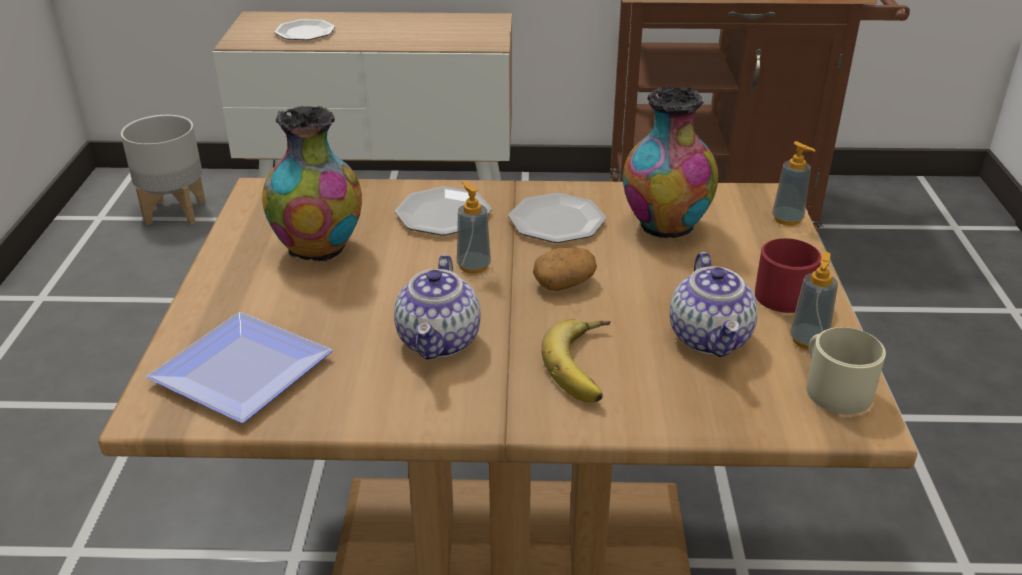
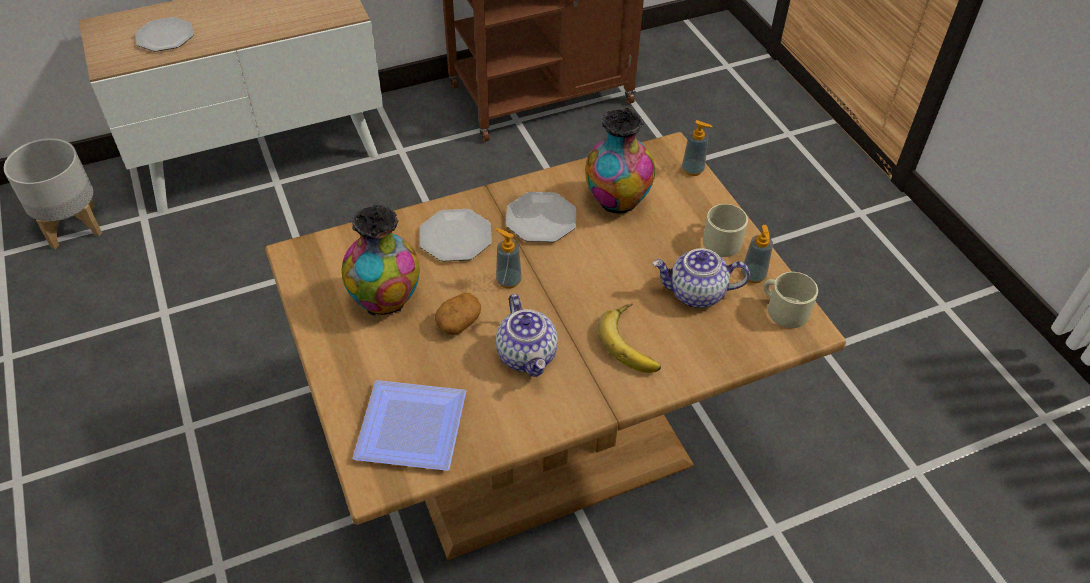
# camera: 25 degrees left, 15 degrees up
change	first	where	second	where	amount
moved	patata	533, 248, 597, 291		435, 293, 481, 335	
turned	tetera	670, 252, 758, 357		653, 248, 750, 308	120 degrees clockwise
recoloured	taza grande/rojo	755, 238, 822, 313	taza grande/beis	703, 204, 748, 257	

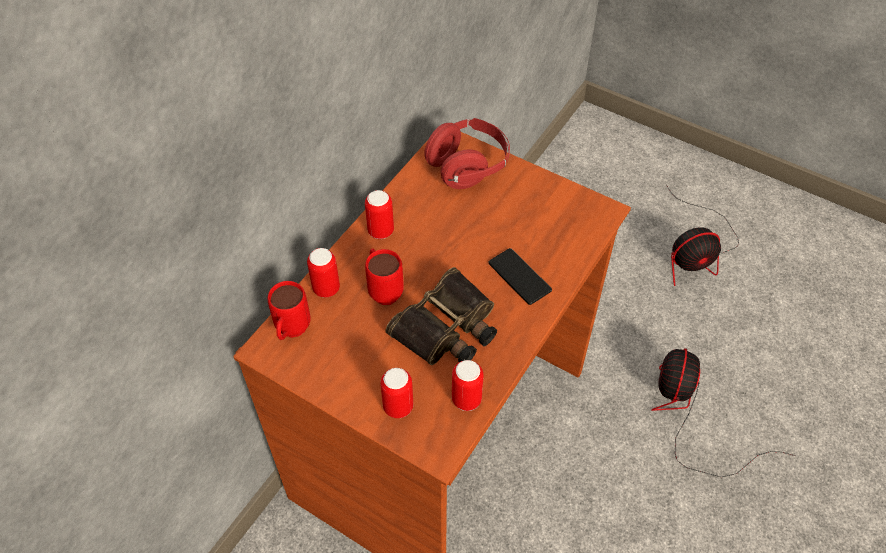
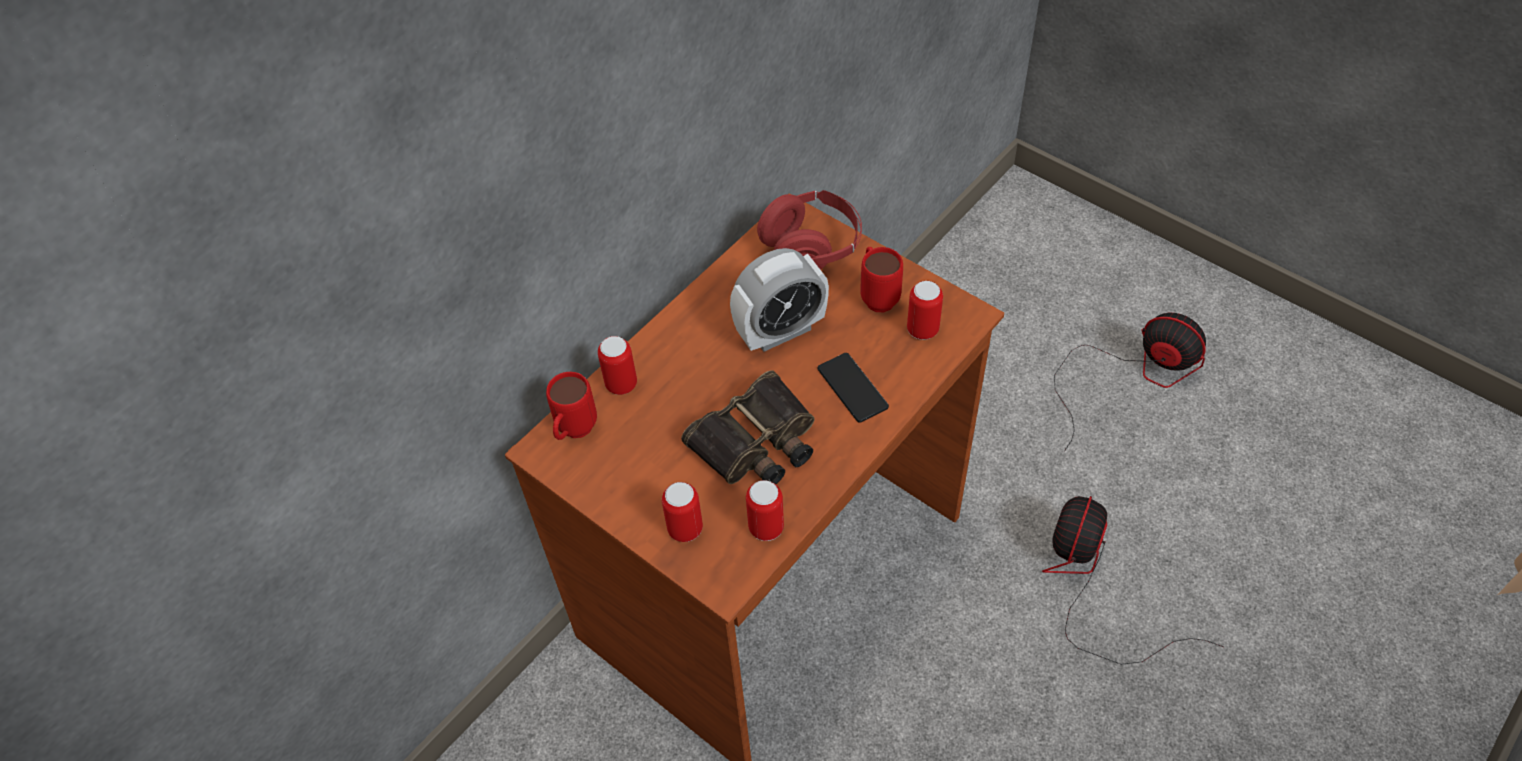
# camera: 10 degrees right, 0 degrees up
change	first	where	second	where	amount
added			despertador	730, 248, 829, 352	
moved	taza grande/rojo	365, 248, 404, 305		860, 247, 903, 312	
moved	lata	365, 190, 394, 239		907, 281, 943, 340	
turned	ventilador	666, 185, 739, 286		1054, 313, 1206, 452	135 degrees counterclockwise

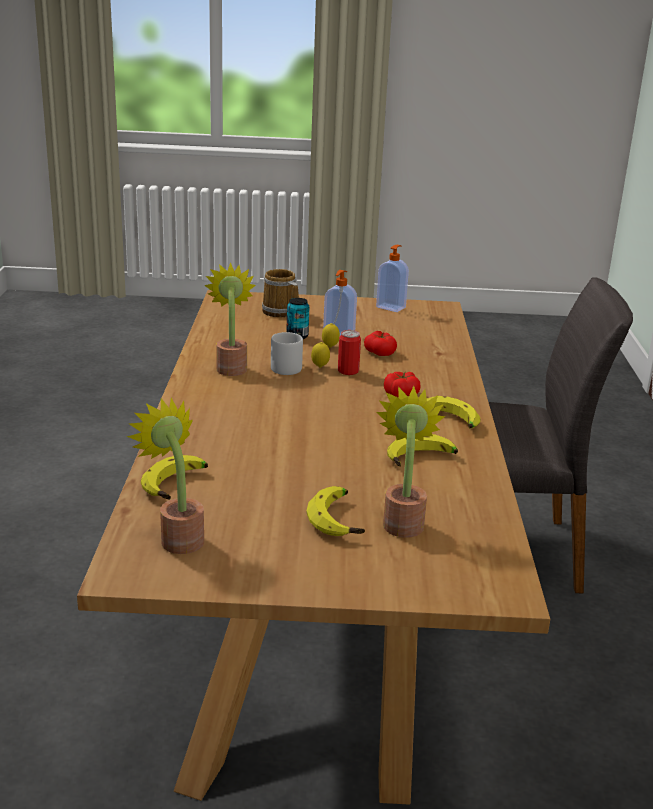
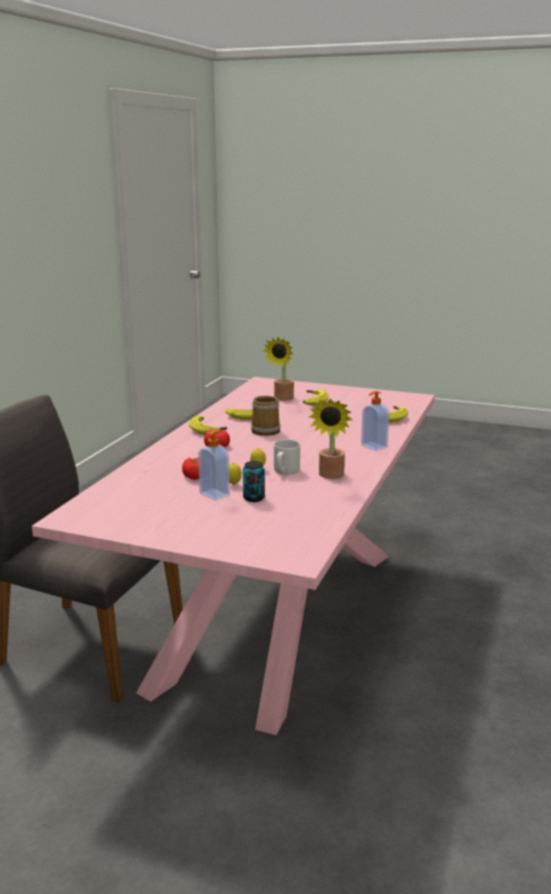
# camera: 160 degrees left, 5 degrees down
change	first	where	second	where	amount
recoloured	mesa de comedor/marrón	77, 290, 550, 805	mesa de comedor/rosa	32, 377, 435, 735	
moved	taza grande	262, 269, 299, 317		251, 396, 280, 436	
moved	dispensador de jabón	376, 245, 409, 312		361, 391, 389, 451	
removed	planta en maceta	127, 398, 204, 554			
removed	lata	338, 330, 361, 375			

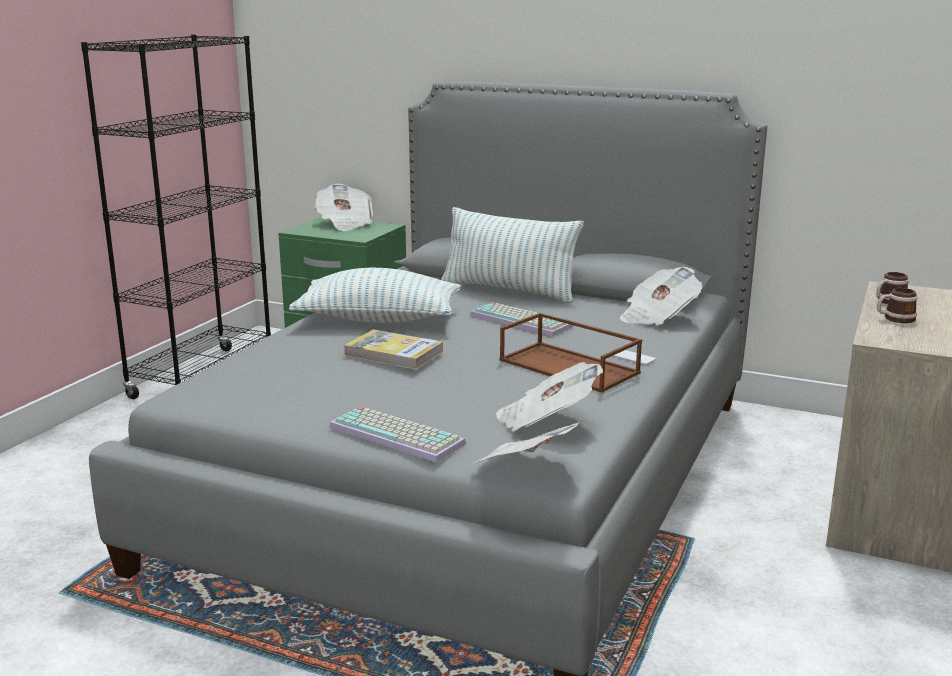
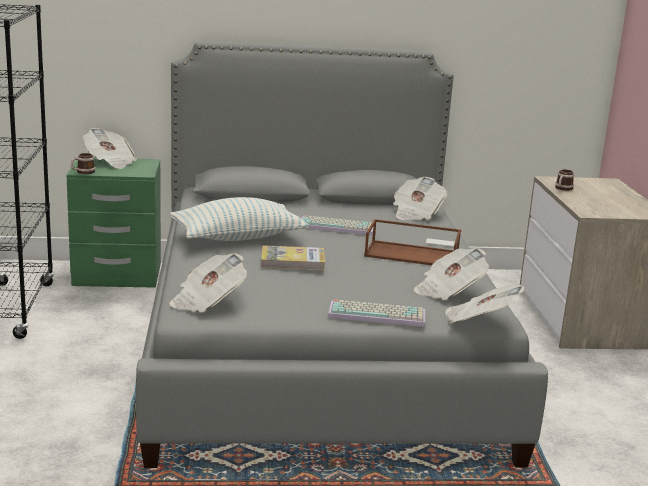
# camera: 30 degrees left, 0 degrees up
change	first	where	second	where	amount
moved	taza grande	877, 288, 918, 323		71, 153, 95, 174	
added			periódico	169, 253, 247, 313	
removed	cojín	441, 207, 584, 303			

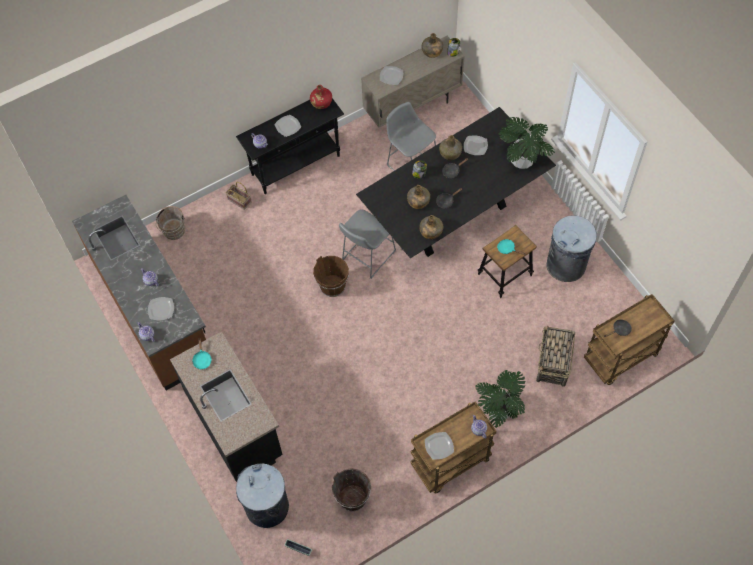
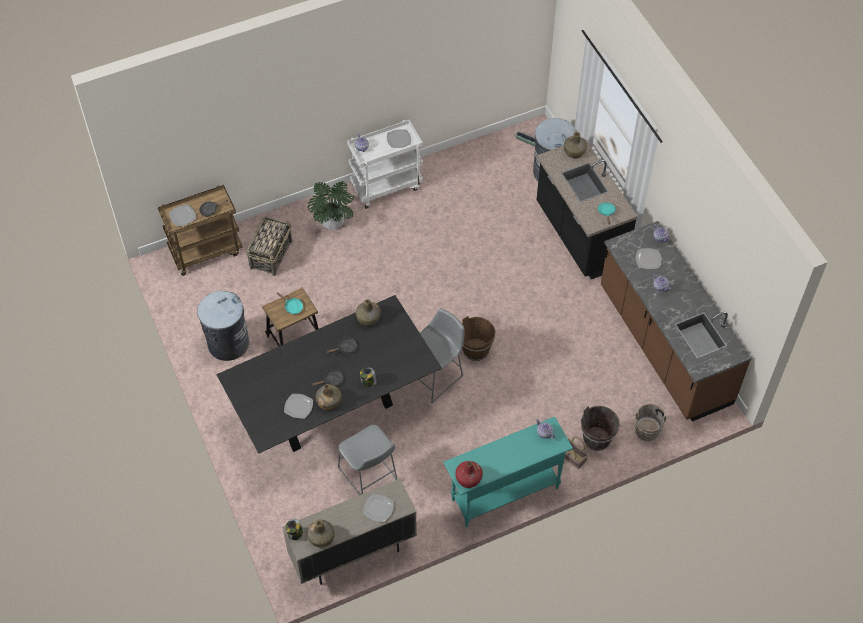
# camera: 175 degrees left, 5 degrees down
change	first	where	second	where	amount
moved	plato	274, 115, 301, 137		169, 204, 196, 227	
recoloured	carrito/marrón	410, 401, 497, 493	carrito/blanco	347, 120, 423, 209	
recoloured	mesa consola/negro	236, 98, 344, 194	mesa consola/turquesa	443, 417, 573, 527	
moved	botella/verde	407, 185, 430, 209		564, 132, 587, 158	
moved	cubo/marrón	332, 468, 371, 511		581, 406, 620, 451	
removed	planta en maceta	498, 117, 555, 169			

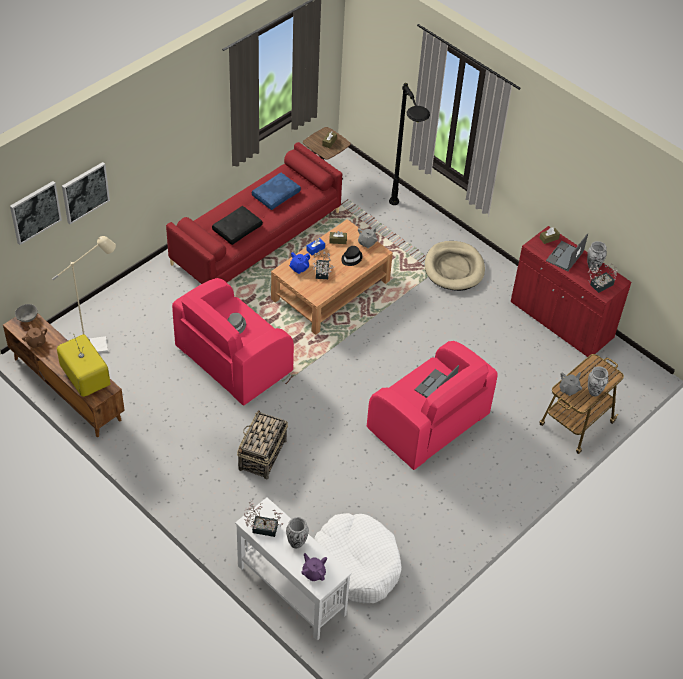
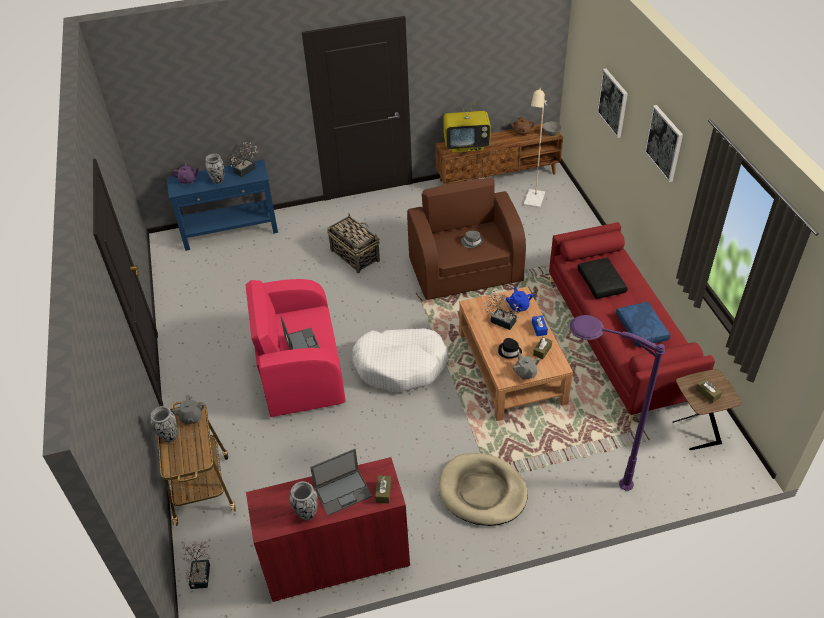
# camera: 125 degrees right, 5 degrees down
change	first	where	second	where	amount
recoloured	mesa consola/blanco	235, 498, 352, 641	mesa consola/azul	167, 160, 278, 251	
moved	planta en maceta	588, 263, 618, 293		180, 541, 210, 589	
turned	portátil	546, 233, 588, 272		310, 449, 372, 515	90 degrees clockwise
moved	cama para perro/blanco	314, 513, 402, 603		353, 328, 448, 392	
recoloured	sillón/rosa	172, 278, 294, 406	sillón/marrón	407, 178, 526, 300	
recoloured	lámpara de pie/negro	389, 83, 430, 205	lámpara de pie/morado	570, 315, 665, 491	
moved	cuadro	10, 181, 62, 245		644, 105, 683, 182	

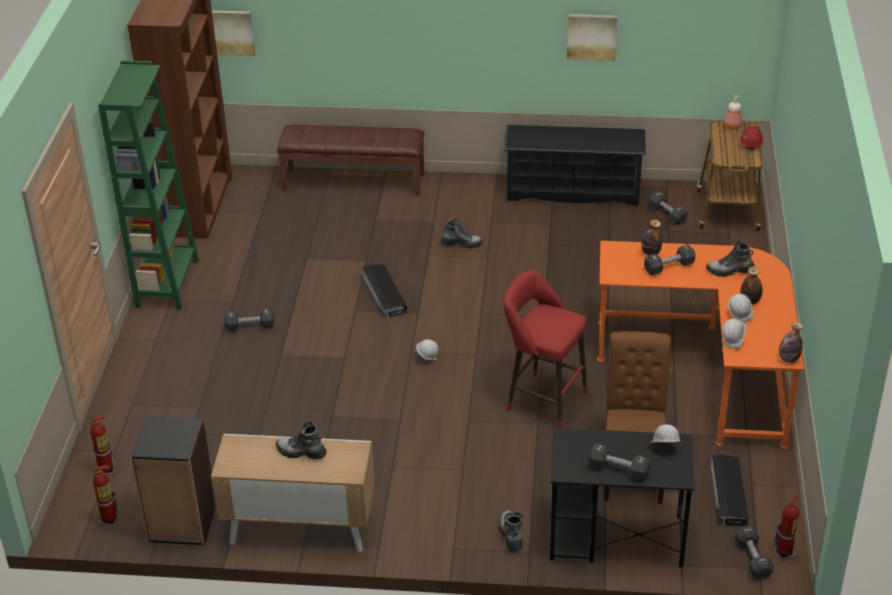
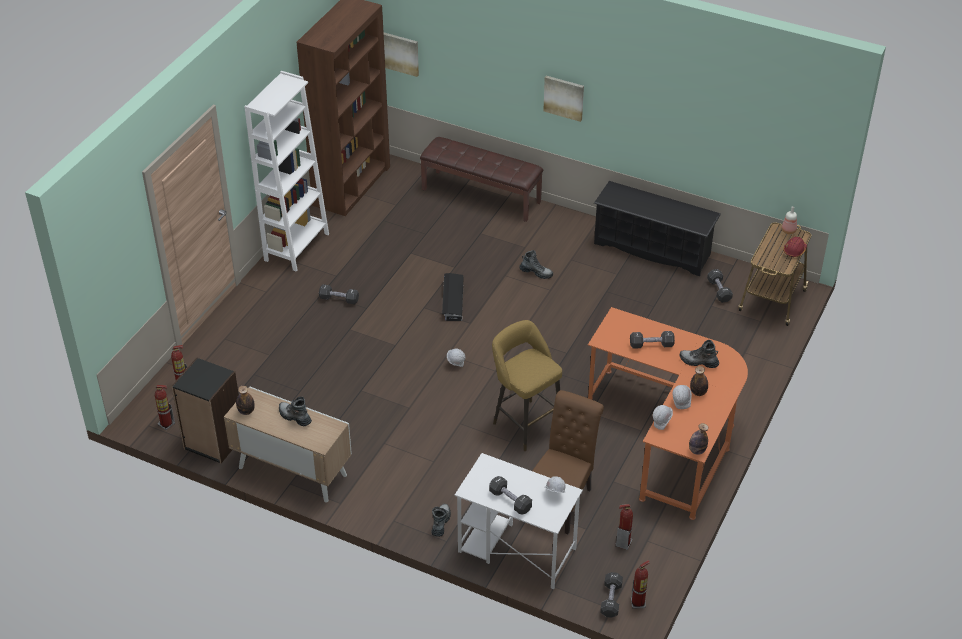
# camera: 20 degrees right, 5 degrees up
change	first	where	second	where	amount
moved	botella	641, 220, 662, 256		236, 386, 255, 415	
recoloured	estantería/verde	98, 60, 199, 310	estantería/blanco	244, 71, 329, 272	
recoloured	escritorio/negro	550, 428, 695, 568	escritorio/blanco	455, 453, 583, 589	
recoloured	taburete/rojo	503, 270, 587, 428	taburete/amarillo	492, 320, 562, 451	
moved	cuadro	567, 14, 617, 61		543, 76, 584, 122	
replaced	caja de almacenaje/negro	710, 454, 748, 526	extintor	616, 504, 633, 550	

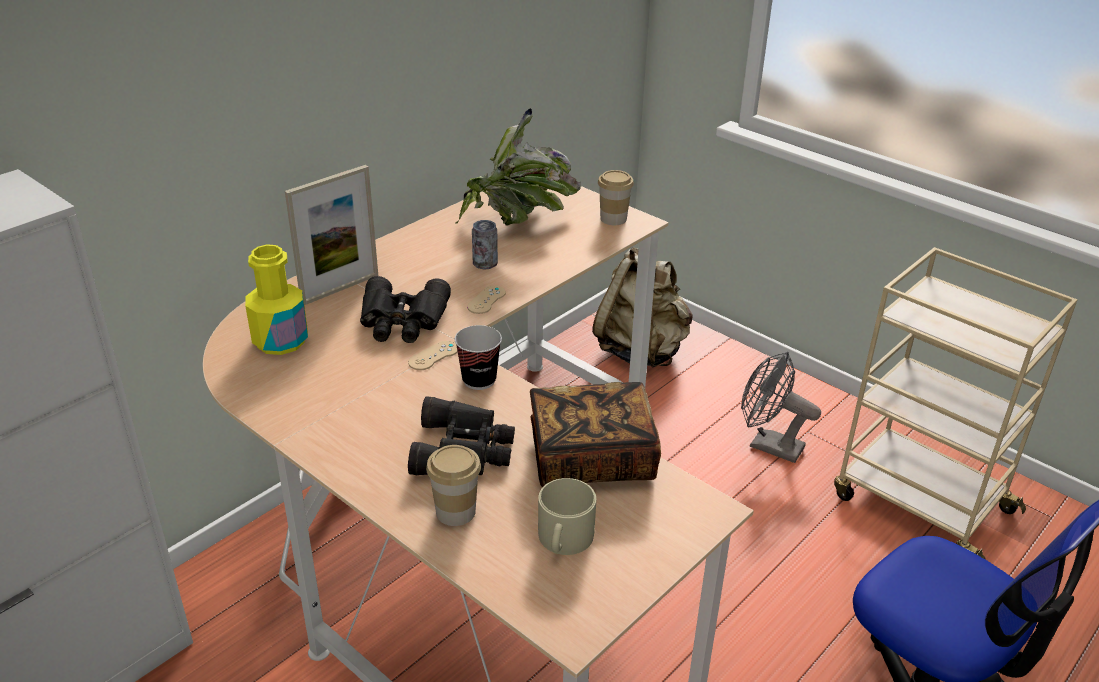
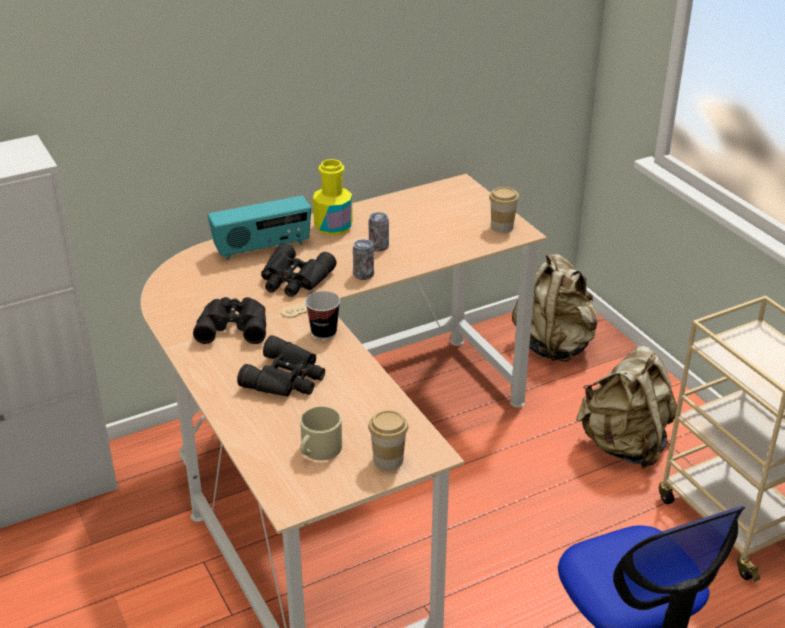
# camera: 20 degrees right, 0 degrees up
change	first	where	second	where	amount
added			prismáticos/negro	193, 297, 266, 344	
replaced	portarretratos	285, 165, 378, 305	radio	208, 196, 311, 260	
moved	botella/amarillo	245, 245, 308, 355		313, 159, 353, 235	
replaced	mando de consola/beis	467, 286, 506, 314	lata	353, 239, 374, 280	
moved	taza	426, 445, 481, 526		368, 410, 408, 470	
replaced	ventilador/gris	741, 352, 821, 463	mochila/beis	576, 346, 677, 469	
removed	planta en maceta	456, 109, 581, 226			
removed	libro	530, 382, 661, 487			

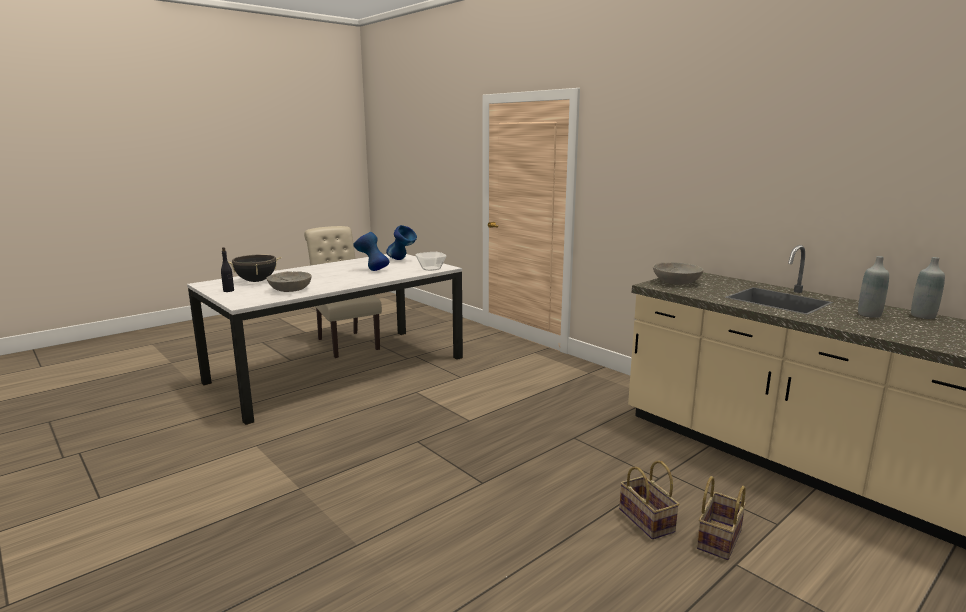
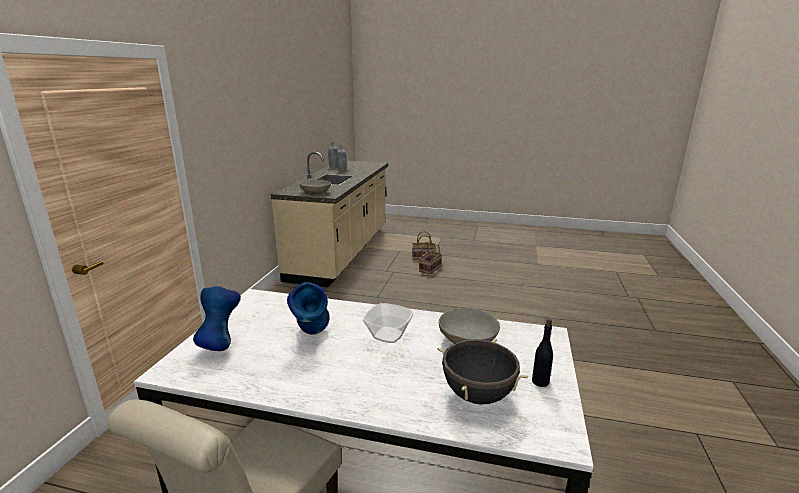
# camera: 125 degrees left, 5 degrees up
change	first	where	second	where	amount
moved	cuenco	416, 252, 446, 271		363, 303, 413, 343	

